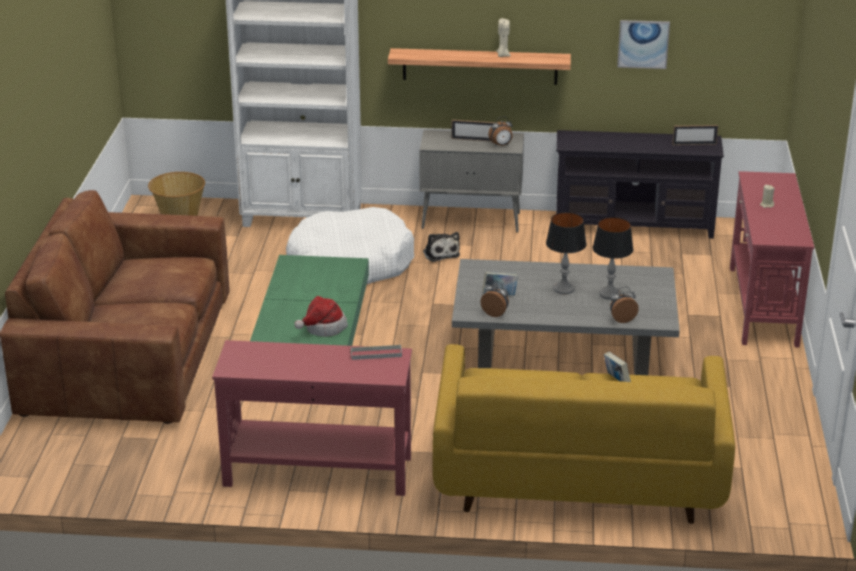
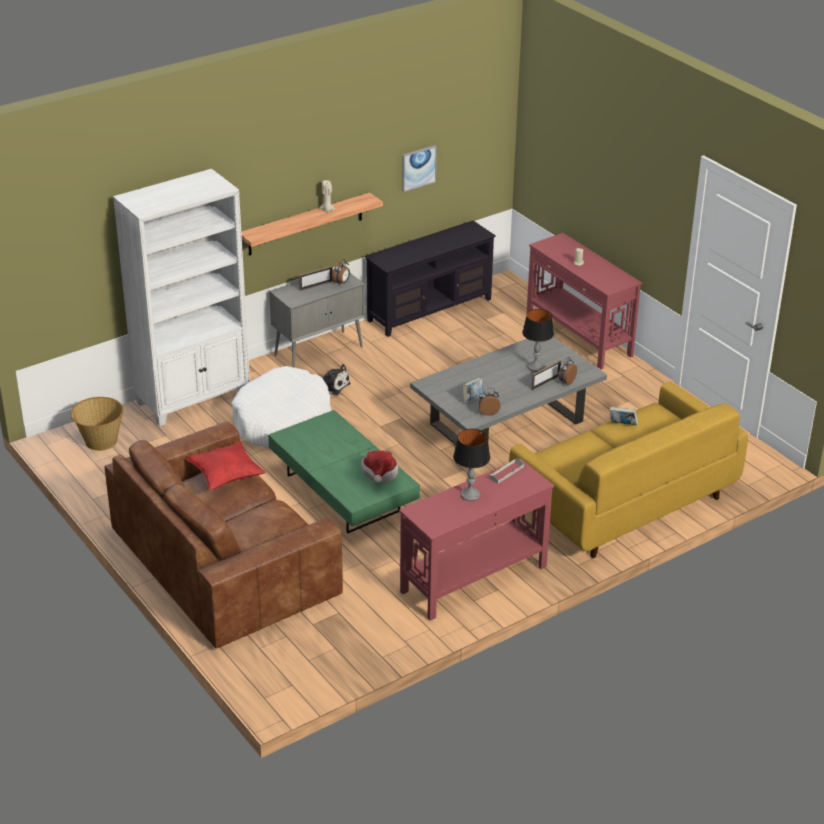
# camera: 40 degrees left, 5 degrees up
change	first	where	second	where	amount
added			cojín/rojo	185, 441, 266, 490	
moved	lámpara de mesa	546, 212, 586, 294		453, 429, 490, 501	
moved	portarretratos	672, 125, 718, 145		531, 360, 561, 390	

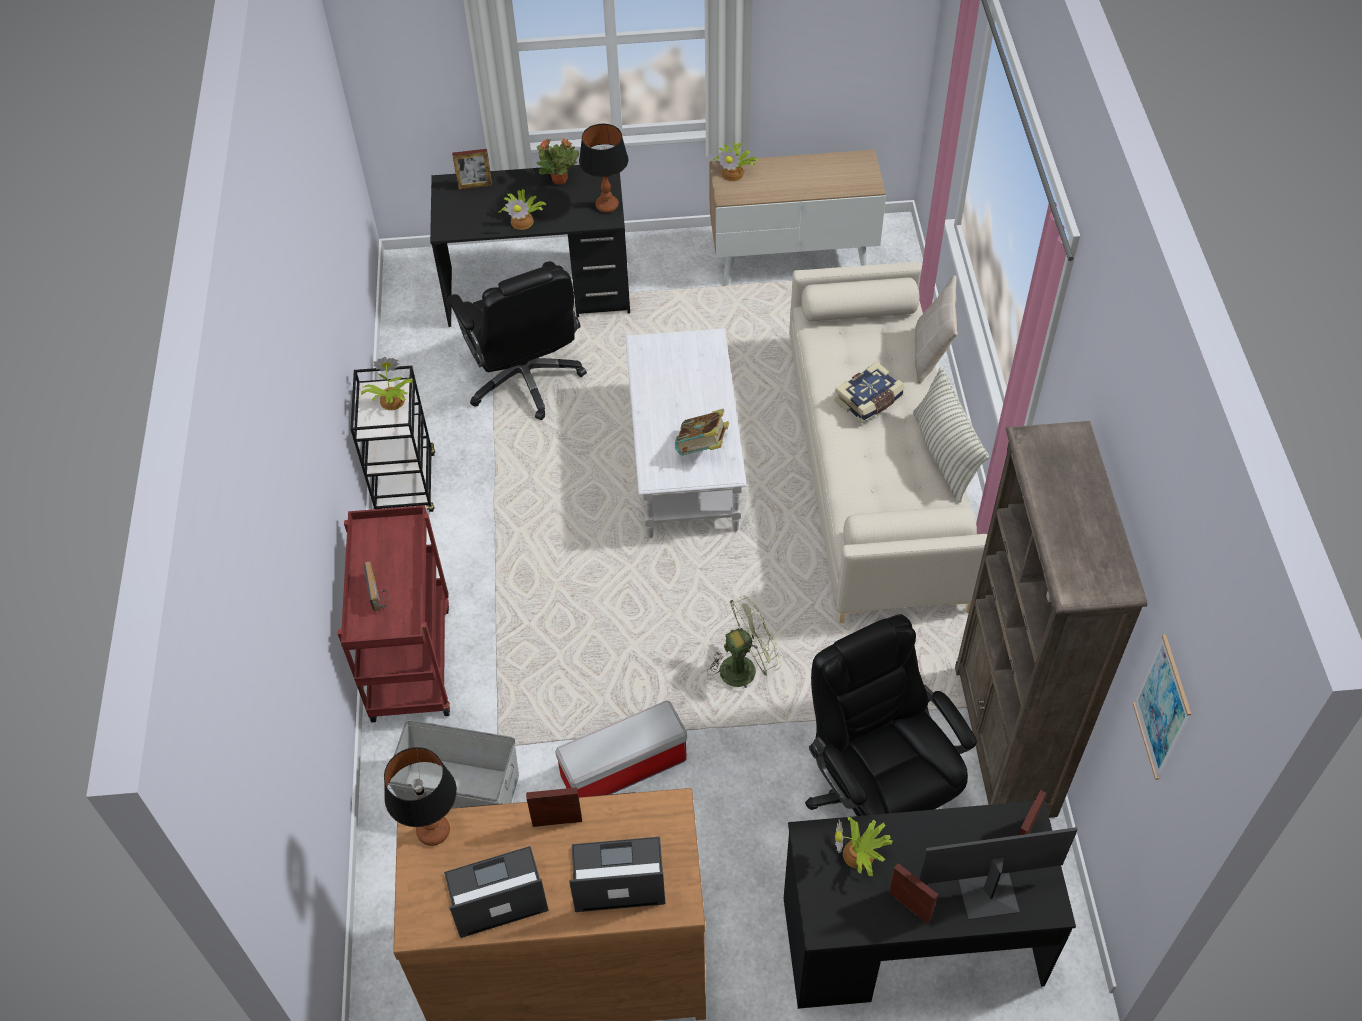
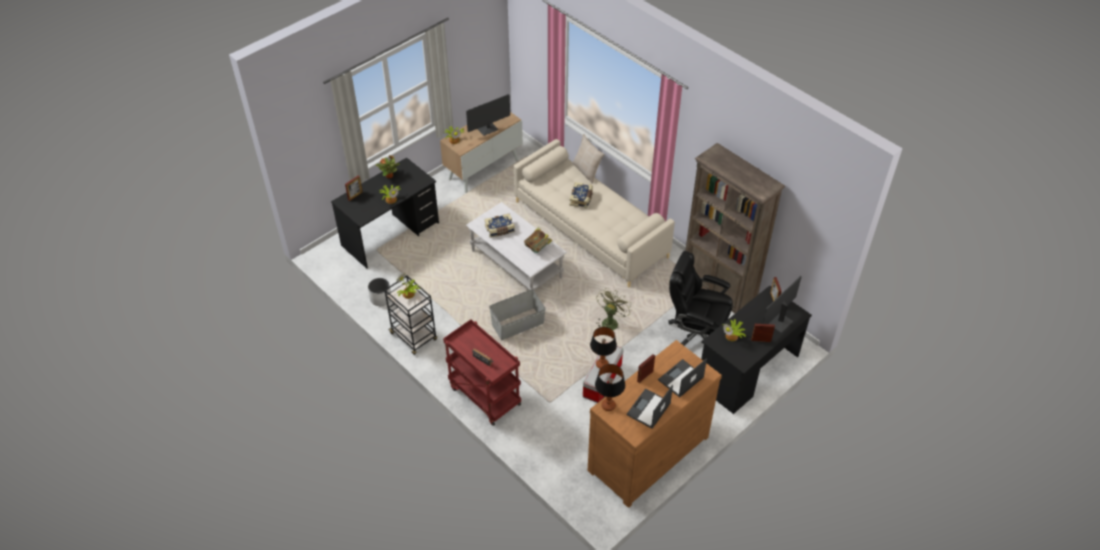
# camera: 40 degrees left, 5 degrees down
change	first	where	second	where	amount
added			maceta/blanco	368, 278, 391, 306	
added			monitor	466, 94, 510, 136	
added			libro	484, 213, 515, 238	
moved	caja de almacenaje/gris	389, 720, 519, 808		489, 289, 546, 340	
moved	lámpara de mesa	579, 124, 628, 213		590, 327, 617, 369	
removed	silla de oficina/negro	447, 261, 587, 420			
removed	cojín	913, 366, 989, 502			
removed	cuadro	1133, 634, 1191, 780			

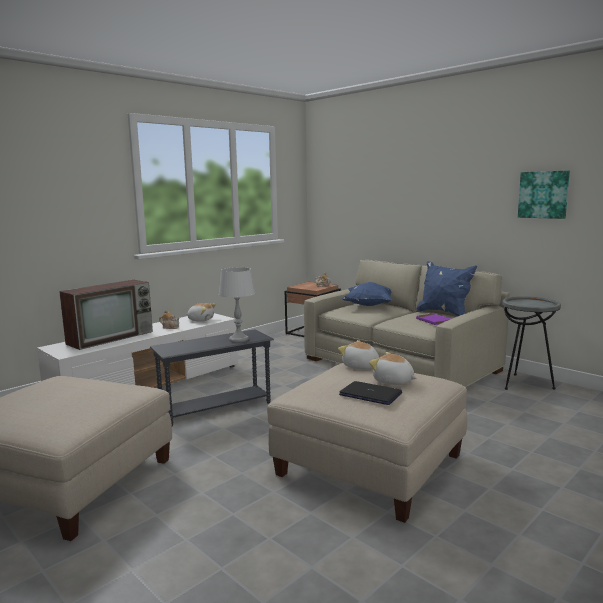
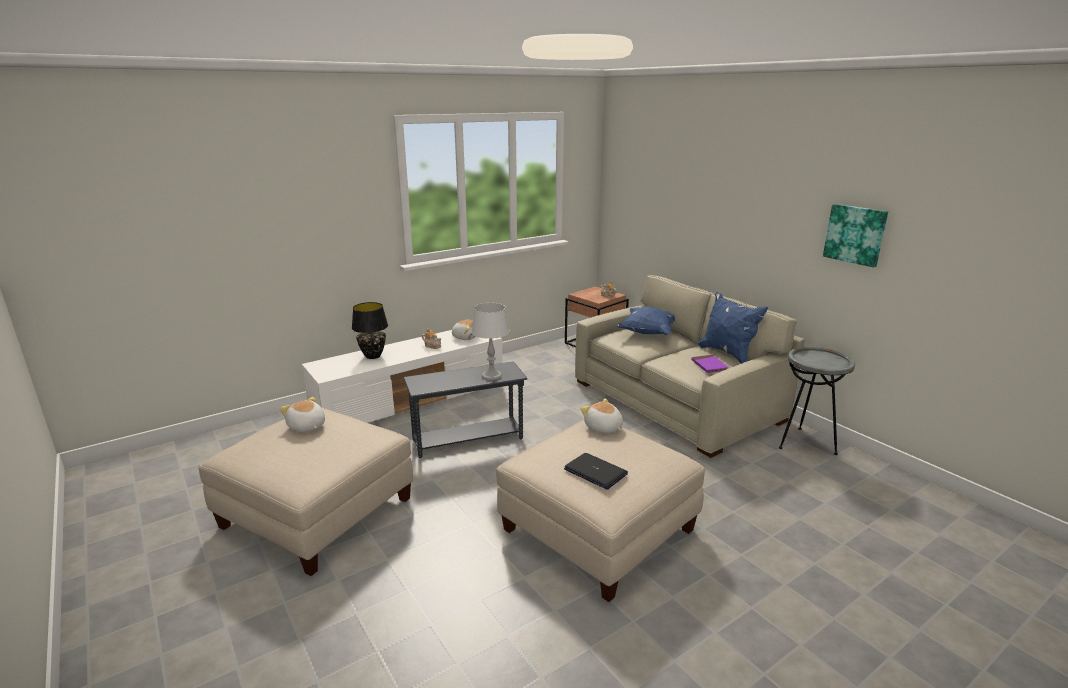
# camera: 10 degrees right, 10 degrees up
change	first	where	second	where	amount
moved	peluche	369, 352, 417, 385		280, 397, 325, 432	
replaced	televisor	59, 280, 153, 350	lámpara de mesa/negro	352, 302, 388, 359	

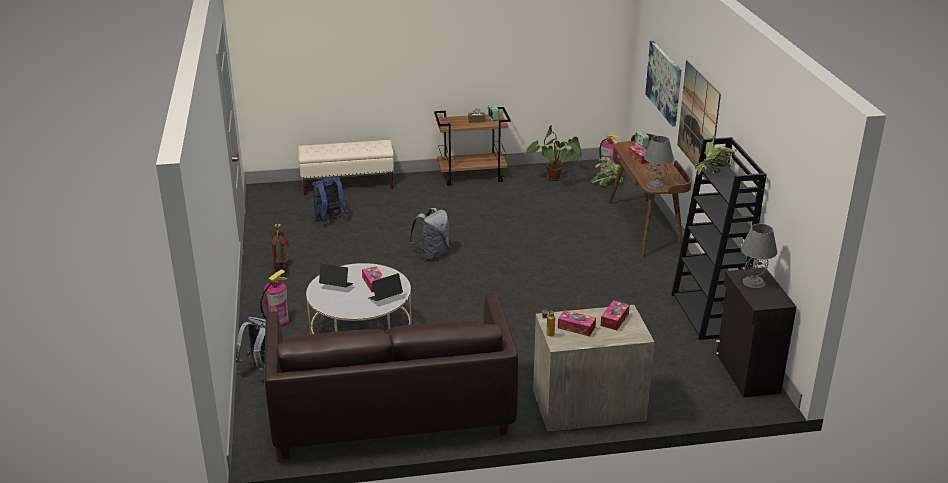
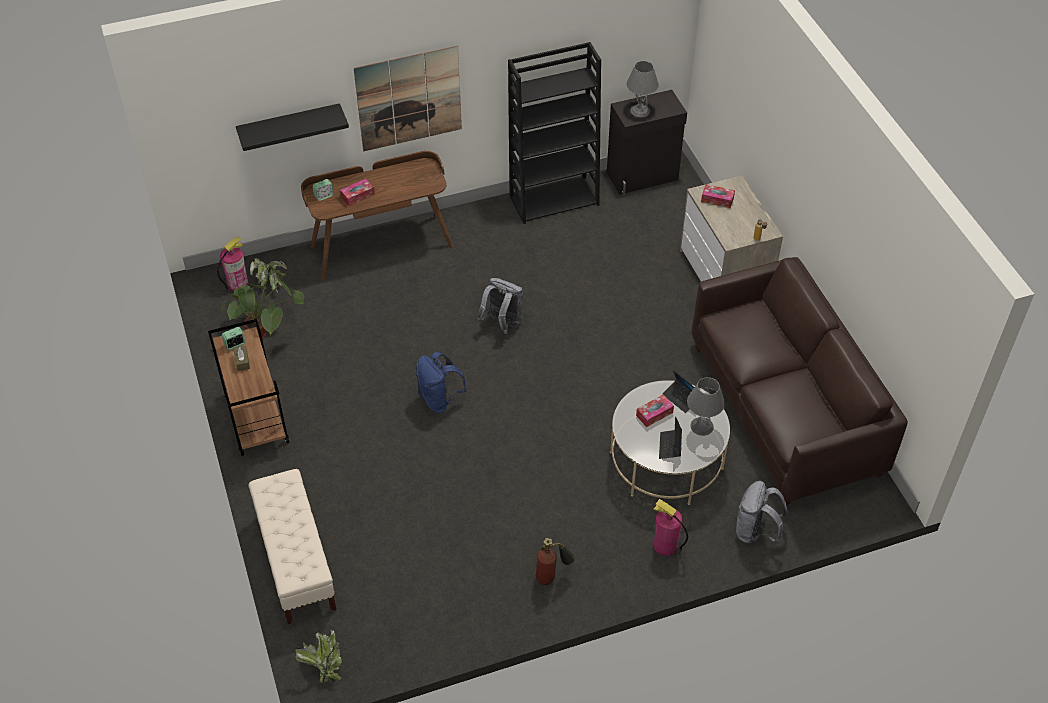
# camera: 100 degrees left, 20 degrees up
change	first	where	second	where	amount
replaced	cuadro	645, 41, 681, 127	estante/negro	236, 103, 349, 151	
moved	planta en maceta	695, 136, 735, 175		295, 630, 342, 683	
moved	mochila/azul	312, 177, 349, 220		416, 352, 467, 413	
moved	mochila/gris	409, 208, 449, 260		477, 278, 523, 334	
moved	lámpara de mesa/gris	644, 136, 674, 190		687, 377, 725, 436	
removed	caja de pañuelos	558, 310, 596, 336			

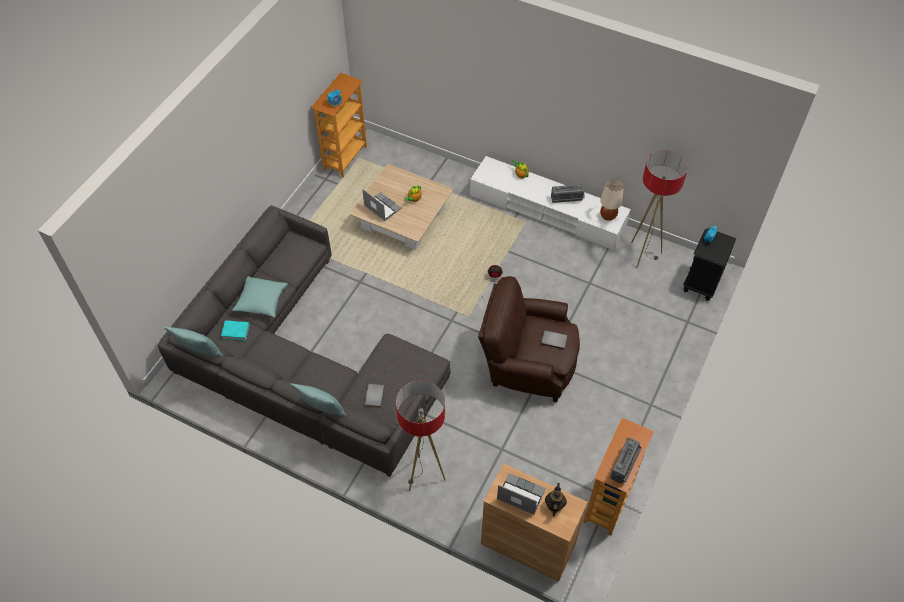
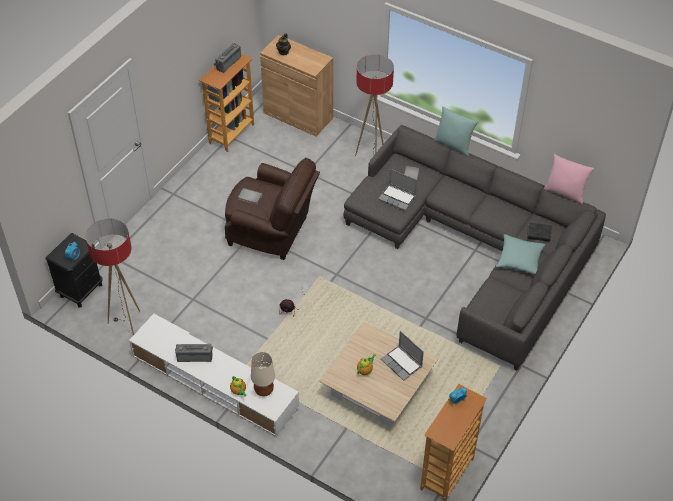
# camera: 175 degrees left, 5 degrees down
change	first	where	second	where	amount
moved	lámpara de mesa/beis	600, 178, 624, 221		251, 352, 275, 397	
moved	portátil	497, 473, 546, 515		378, 169, 417, 211	
recoloured	libro/turquesa	221, 320, 250, 341	libro/negro	527, 222, 552, 242	
recoloured	cojín/turquesa	164, 327, 223, 356	cojín/rosa	544, 154, 594, 204	

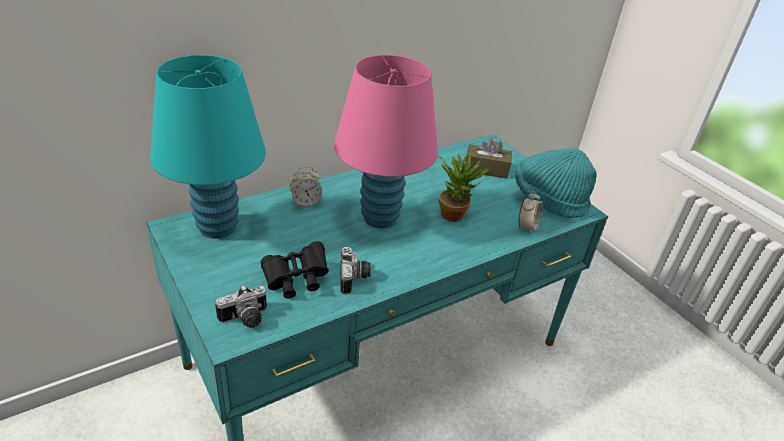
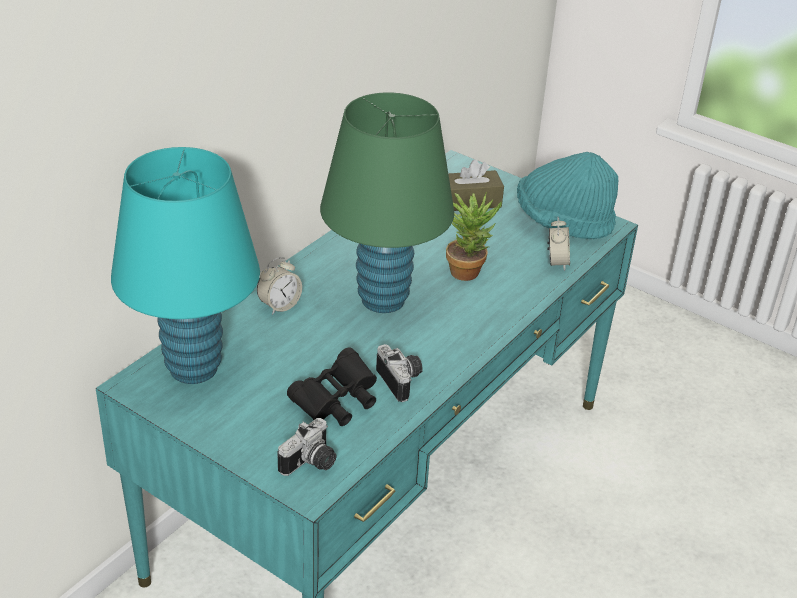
# camera: 20 degrees left, 0 degrees up
change	first	where	second	where	amount
recoloured	lámpara de mesa/rosa	334, 55, 438, 228	lámpara de mesa/verde	320, 92, 454, 313	

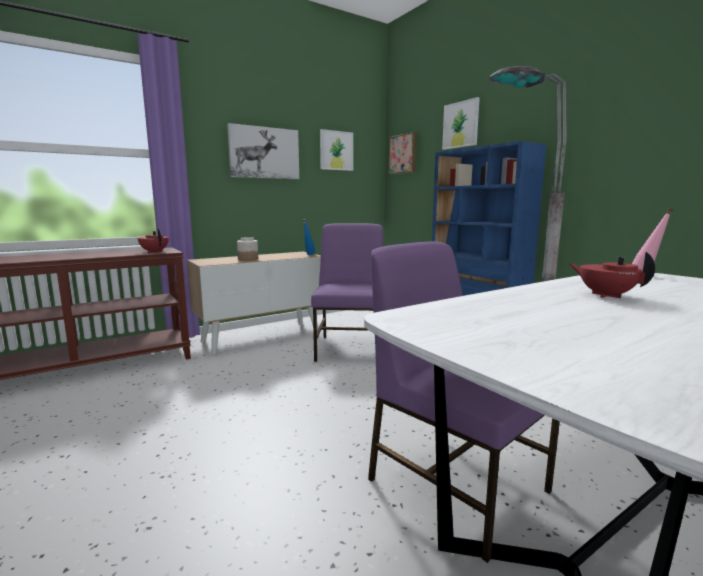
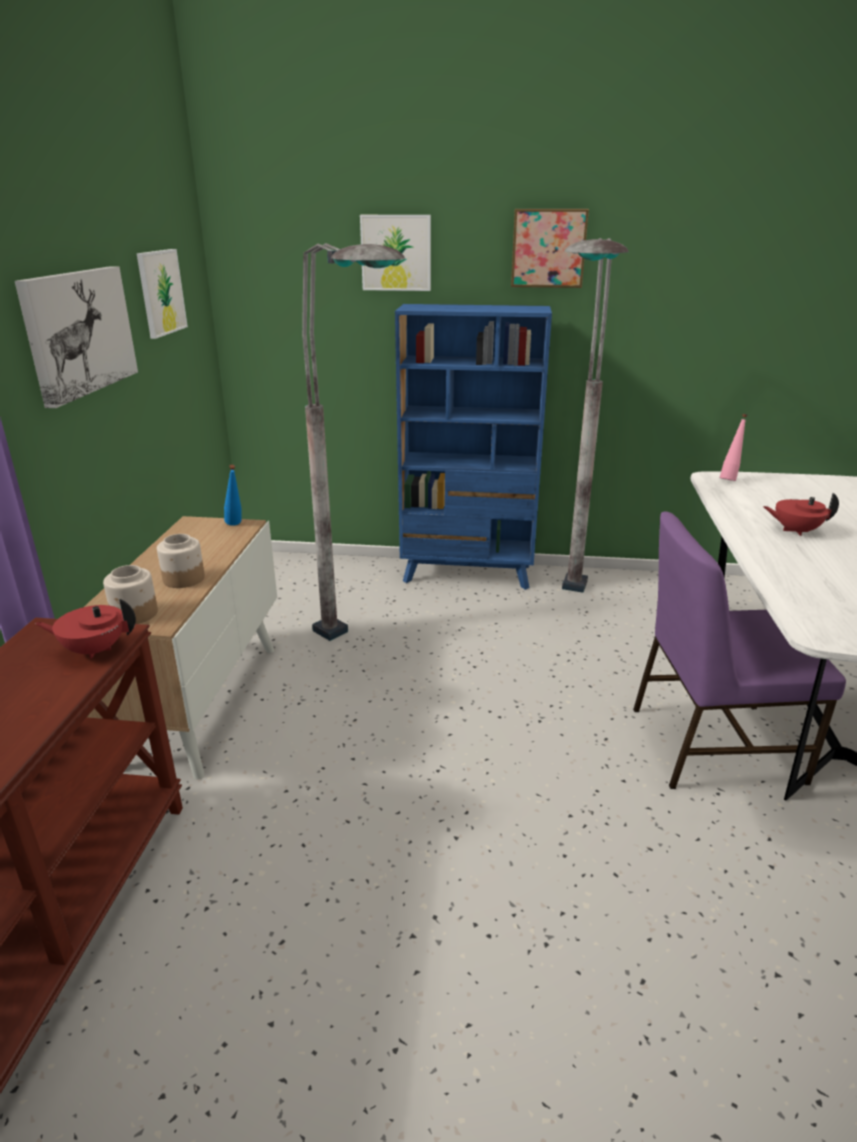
# camera: 50 degrees left, 15 degrees up
change	first	where	second	where	amount
added			tarro	103, 565, 158, 624	
replaced	silla/morado	311, 223, 383, 362	lámpara de pie/gris	302, 243, 405, 641	
moved	cuadro	389, 132, 417, 174		511, 209, 589, 288	

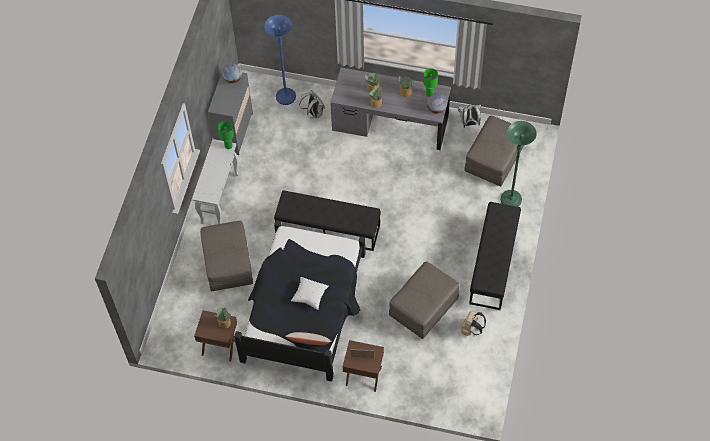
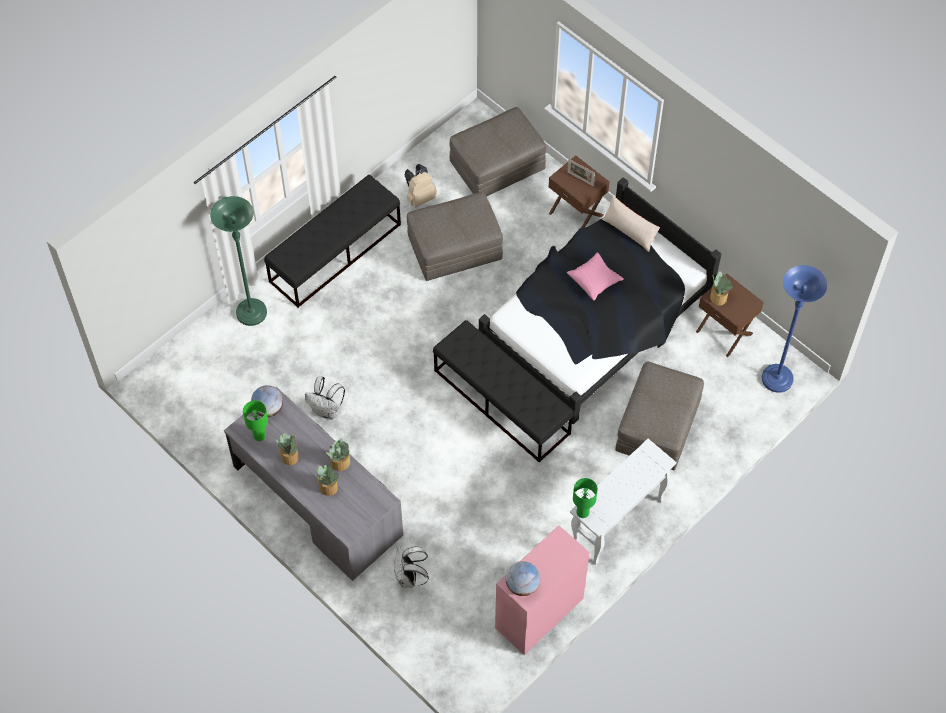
# camera: 150 degrees left, 0 degrees up
change	first	where	second	where	amount
moved	mochila/blanco	458, 105, 481, 128		305, 376, 345, 420	
moved	puf/gris	465, 116, 524, 187		450, 107, 546, 197	
recoloured	cómoda/gris	208, 72, 253, 155	cómoda/rosa	495, 525, 590, 655	
recoloured	cojín/blanco	291, 277, 329, 310	cojín/rosa	567, 252, 624, 300	
moved	lámpara de pie/azul	264, 15, 296, 105		762, 265, 827, 393	

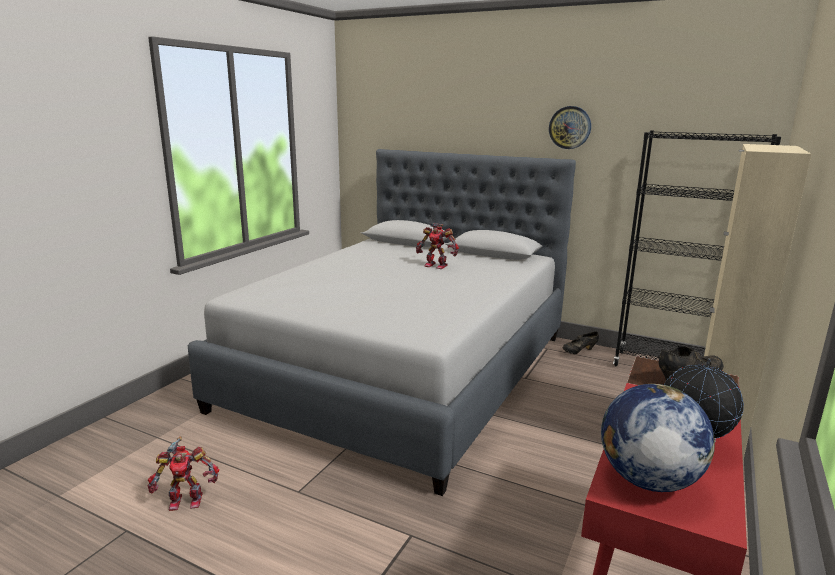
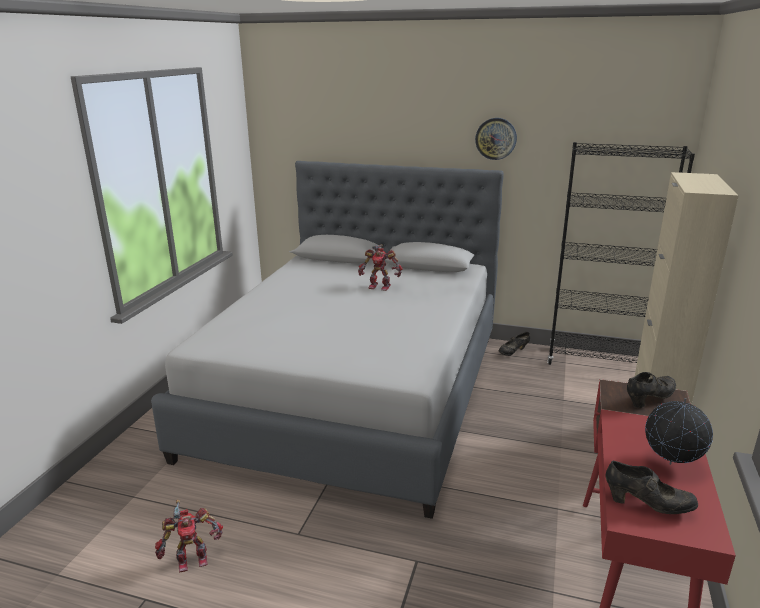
# camera: 10 degrees left, 5 degrees up
change	first	where	second	where	amount
replaced	globo terráqueo	601, 384, 716, 492	zapato/negro	605, 461, 698, 514	

